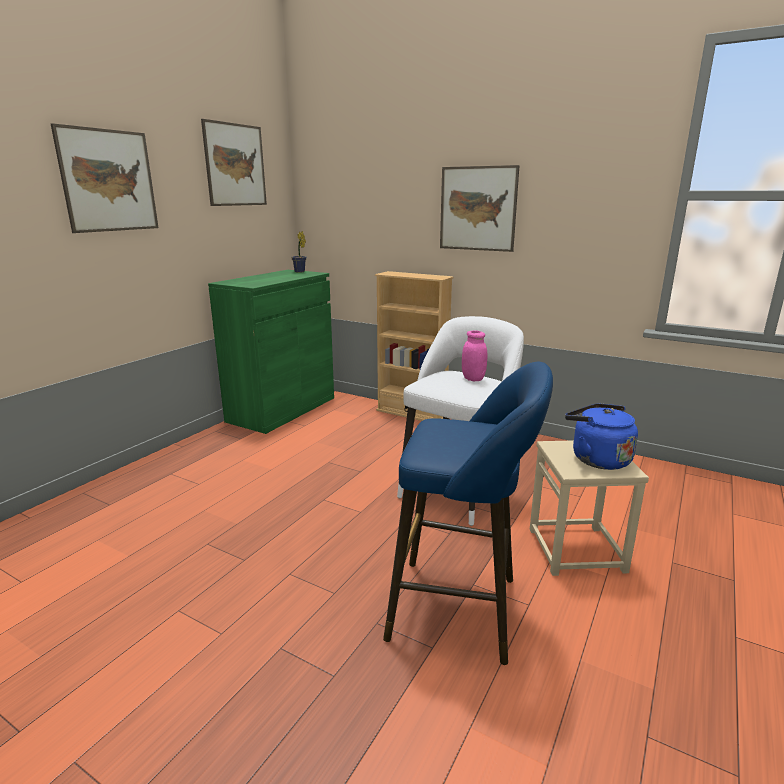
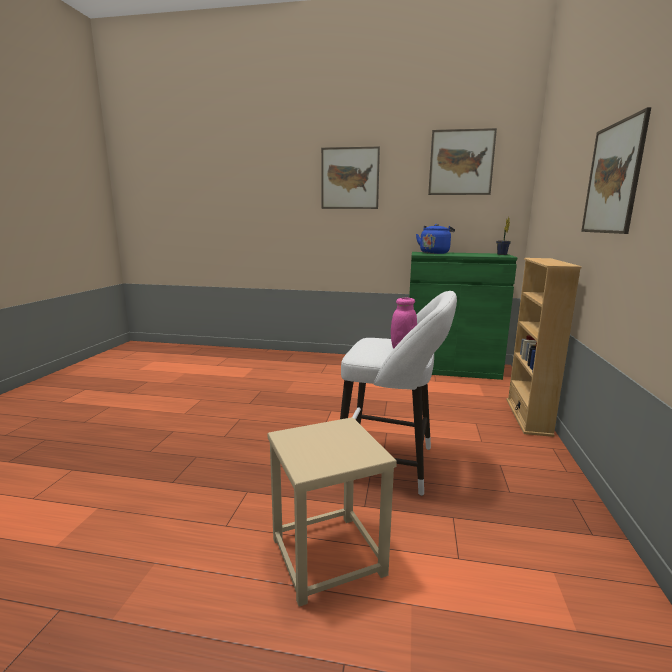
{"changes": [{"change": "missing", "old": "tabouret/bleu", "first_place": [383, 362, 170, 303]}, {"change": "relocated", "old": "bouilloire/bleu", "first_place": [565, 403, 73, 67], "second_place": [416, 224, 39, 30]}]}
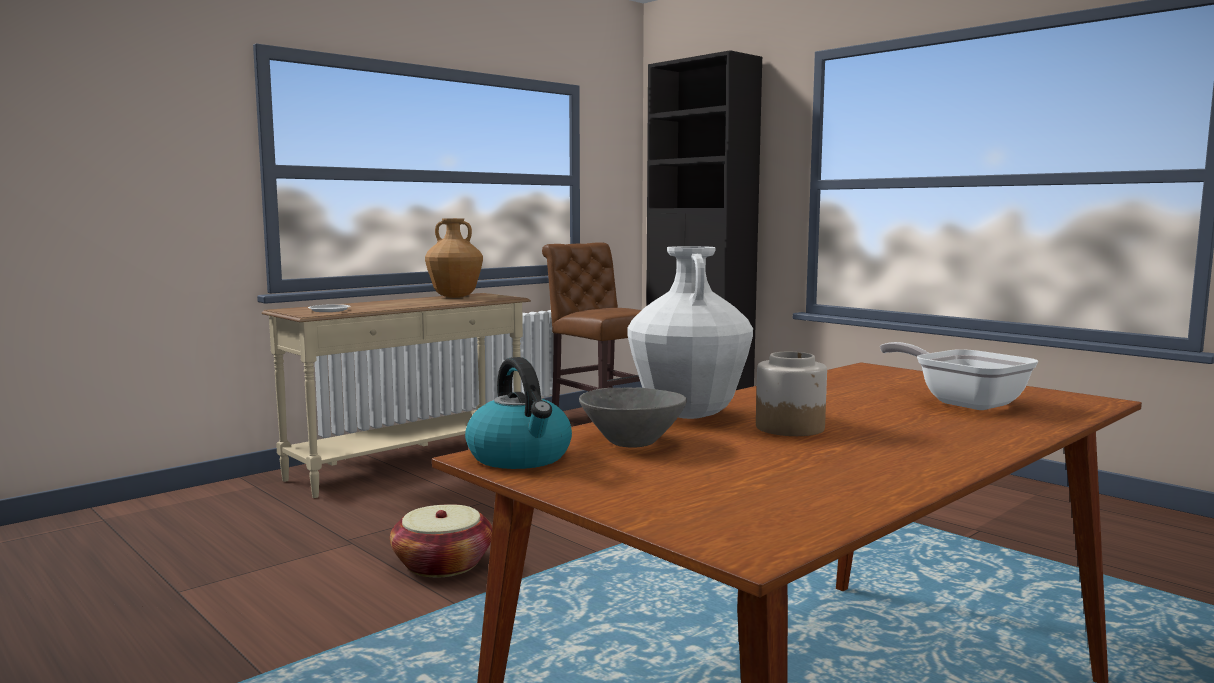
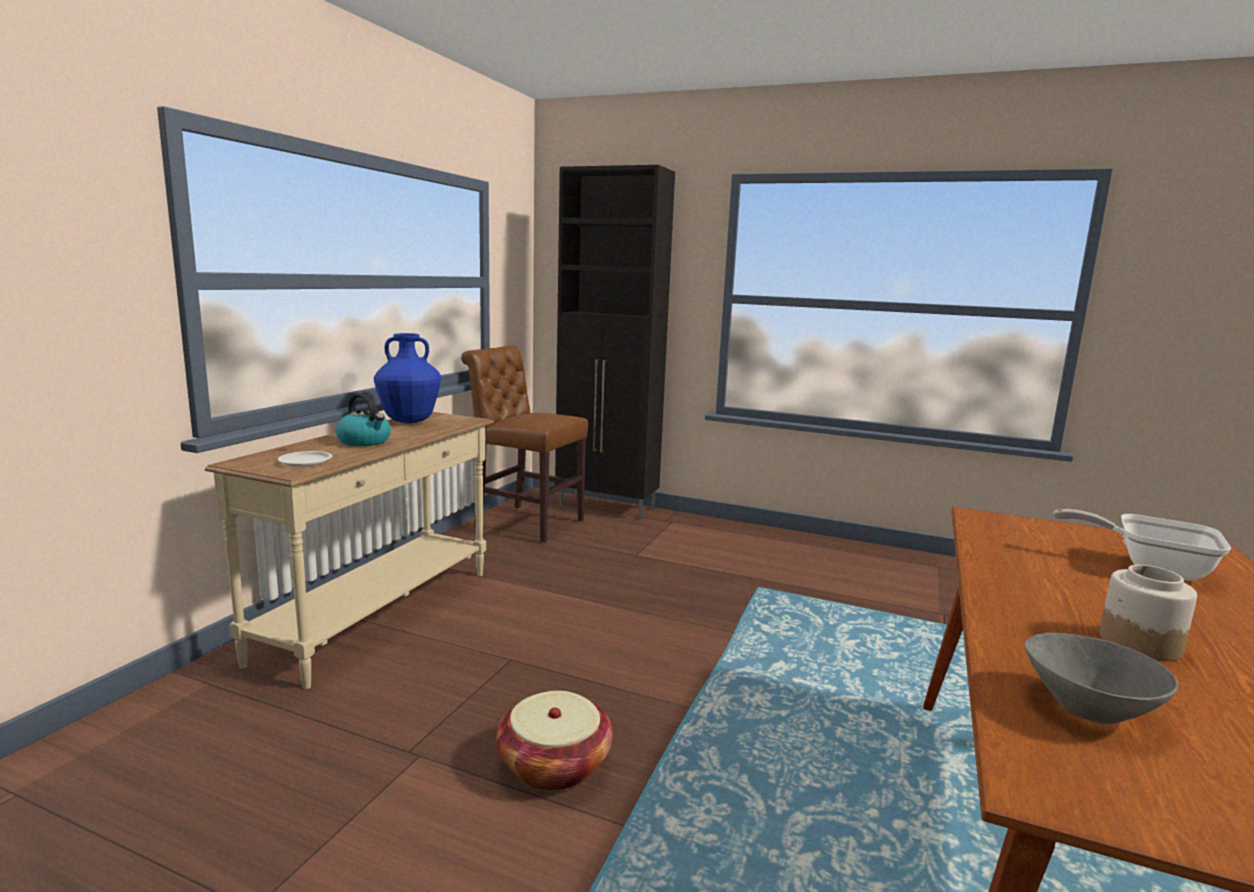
{"changes": [{"change": "colour", "old": "vase/marron", "new": "vase/bleu", "first_place": [425, 218, 58, 80], "second_place": [374, 333, 67, 90]}, {"change": "missing", "old": "vase/blanc", "first_place": [627, 246, 126, 173]}, {"change": "relocated", "old": "bouilloire", "first_place": [465, 357, 107, 112], "second_place": [336, 393, 55, 53]}]}
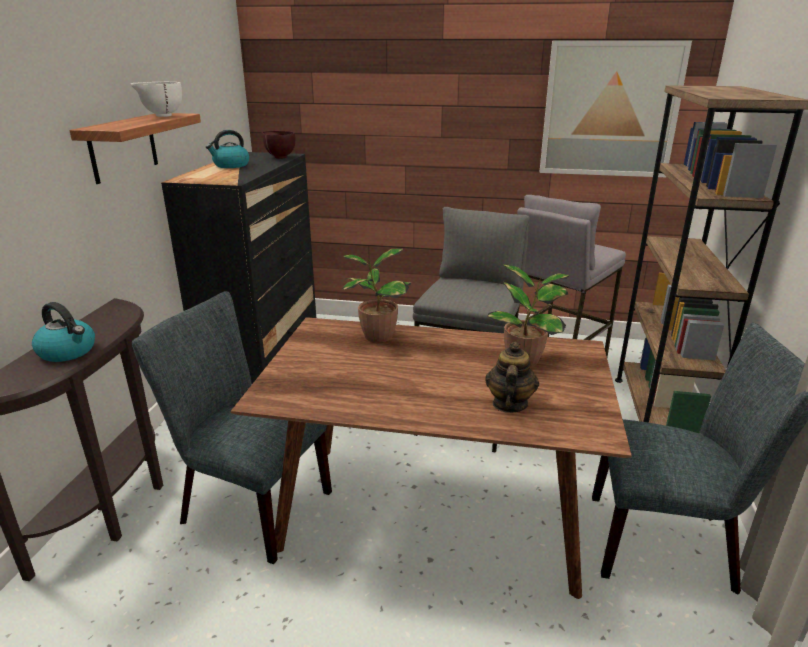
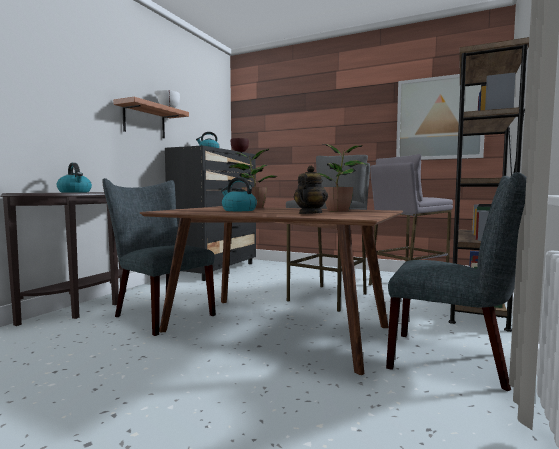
{"changes": [{"change": "appeared", "new": "bouilloire", "second_place": [221, 177, 36, 34]}]}
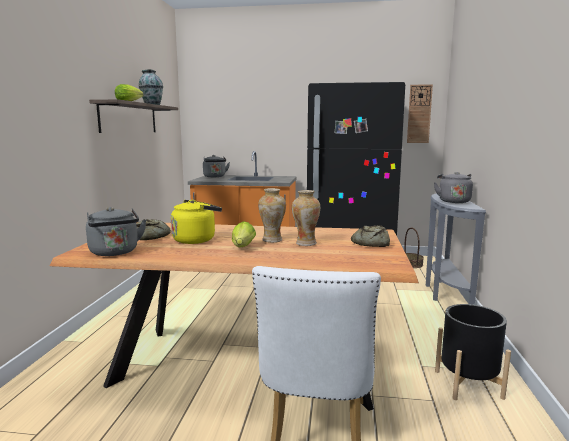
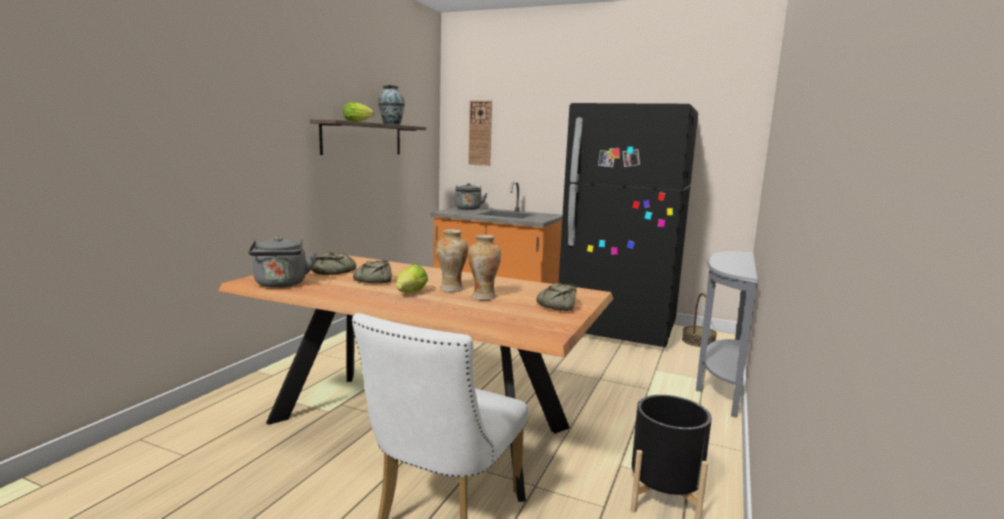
{"changes": [{"change": "relocated", "old": "horloge murale", "first_place": [407, 84, 26, 59], "second_place": [468, 100, 24, 66]}, {"change": "missing", "old": "bouilloire/gris", "first_place": [434, 172, 39, 31]}, {"change": "exchanged", "old": "bouilloire/jaune", "new": "pain", "first_place": [171, 200, 51, 44], "second_place": [353, 260, 39, 23]}]}
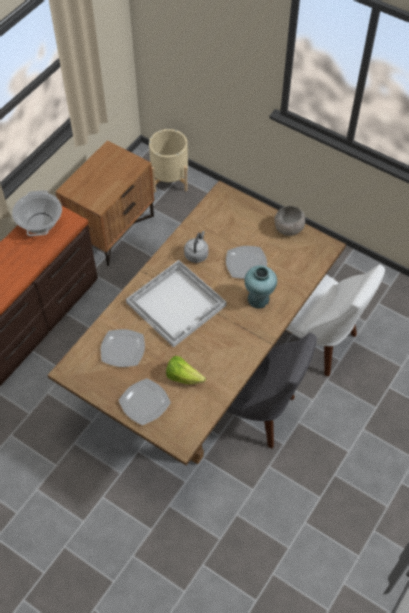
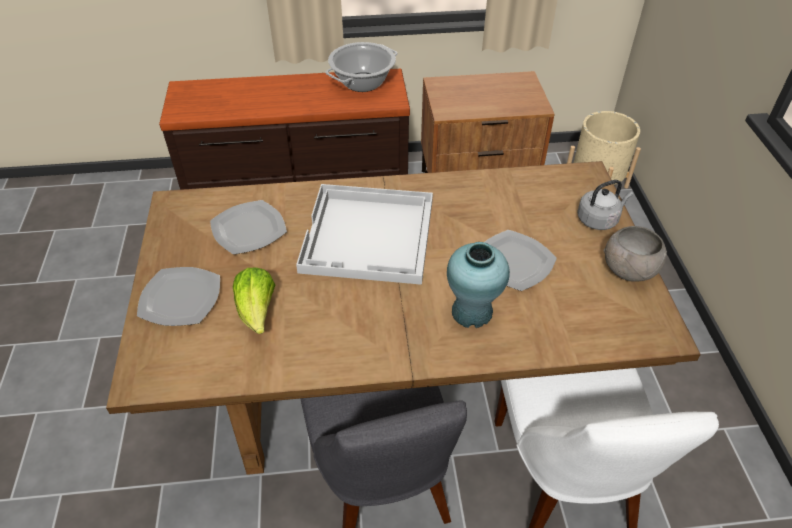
{"changes": [{"change": "relocated", "old": "bouilloire/gris", "first_place": [184, 231, 25, 32], "second_place": [577, 180, 56, 50]}]}
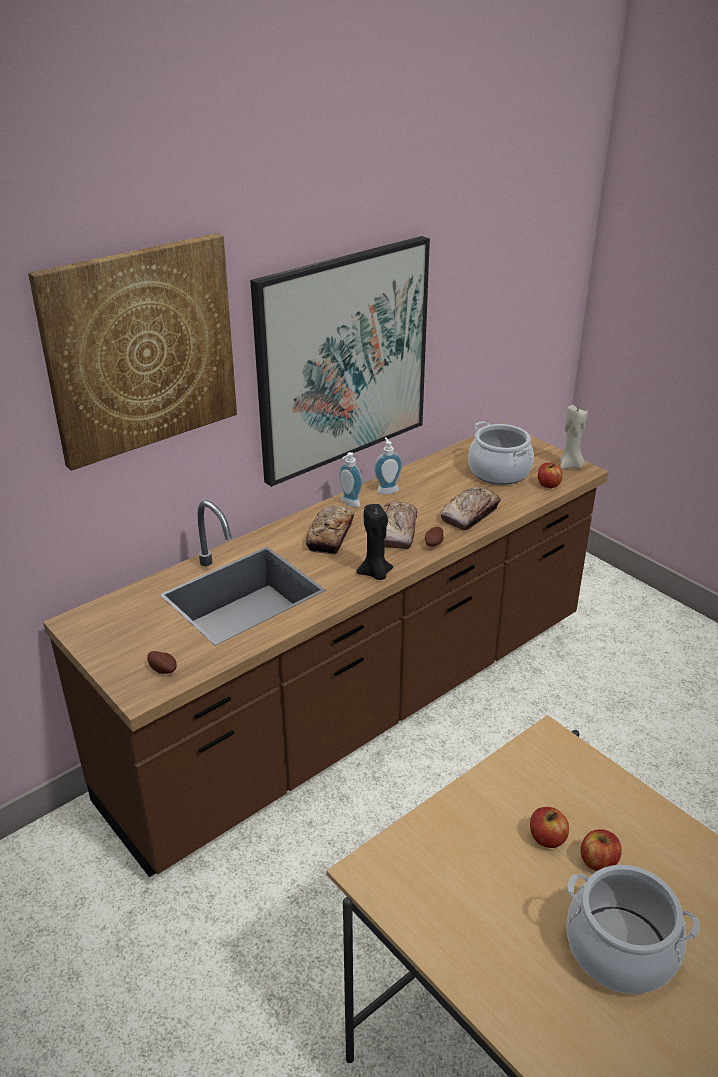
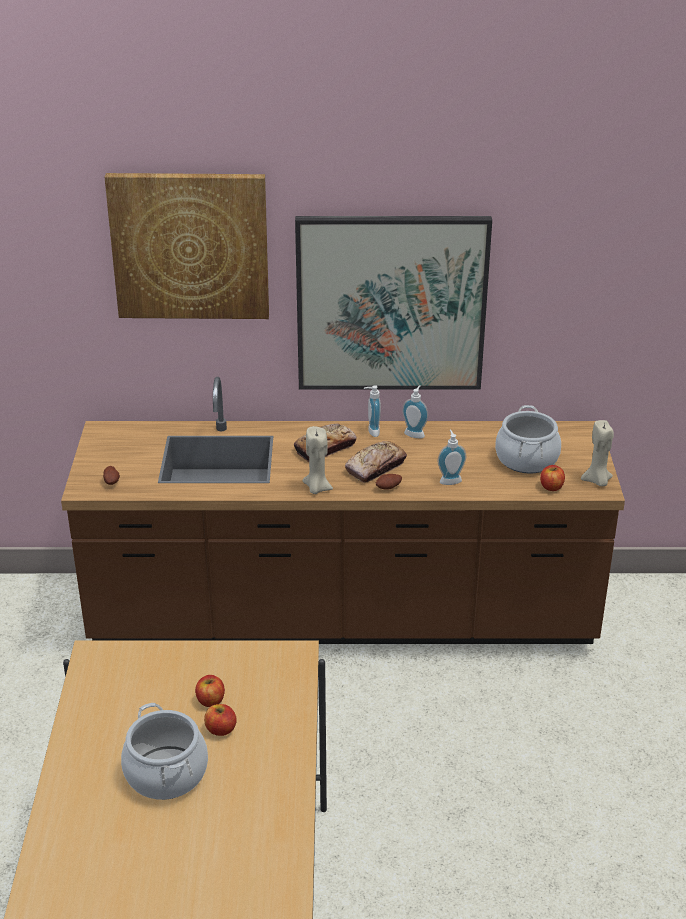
{"changes": [{"change": "exchanged", "old": "pain", "new": "distributeur de savon", "first_place": [440, 486, 61, 44], "second_place": [438, 430, 28, 55]}, {"change": "colour", "old": "bougie/noir", "new": "bougie/beige", "first_place": [356, 504, 37, 76], "second_place": [302, 426, 31, 68]}]}
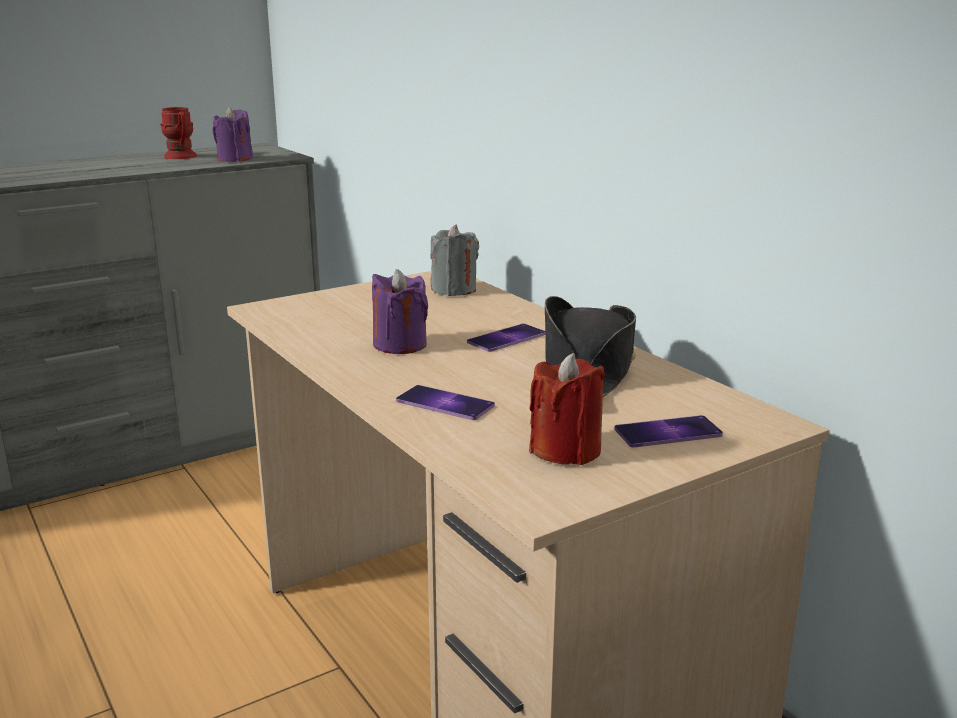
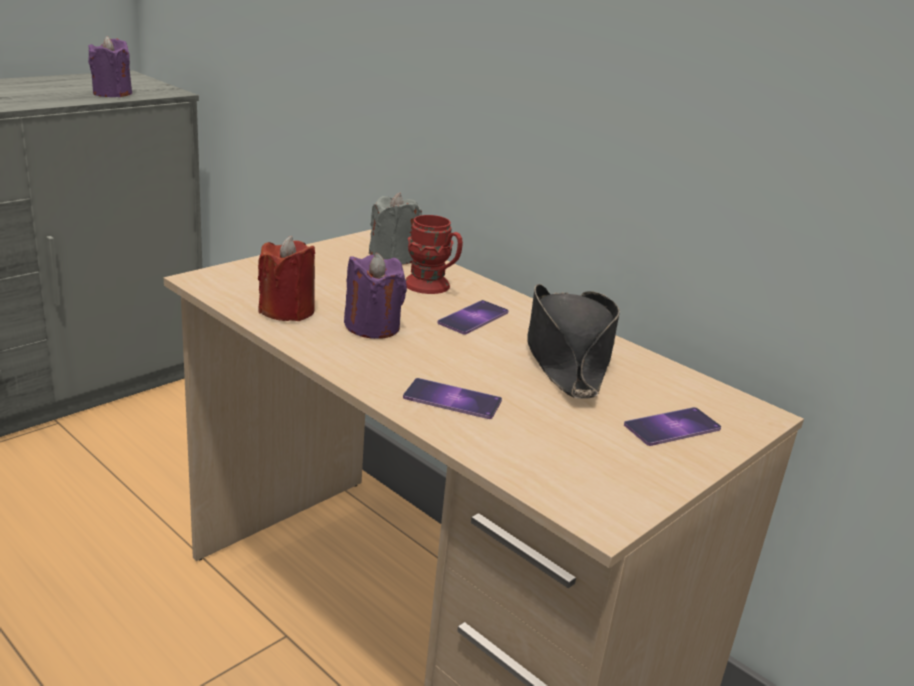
{"changes": [{"change": "relocated", "old": "mug/rouge", "first_place": [160, 107, 37, 52], "second_place": [405, 215, 58, 79]}, {"change": "relocated", "old": "bougie/rouge", "first_place": [529, 353, 76, 112], "second_place": [258, 236, 57, 85]}]}
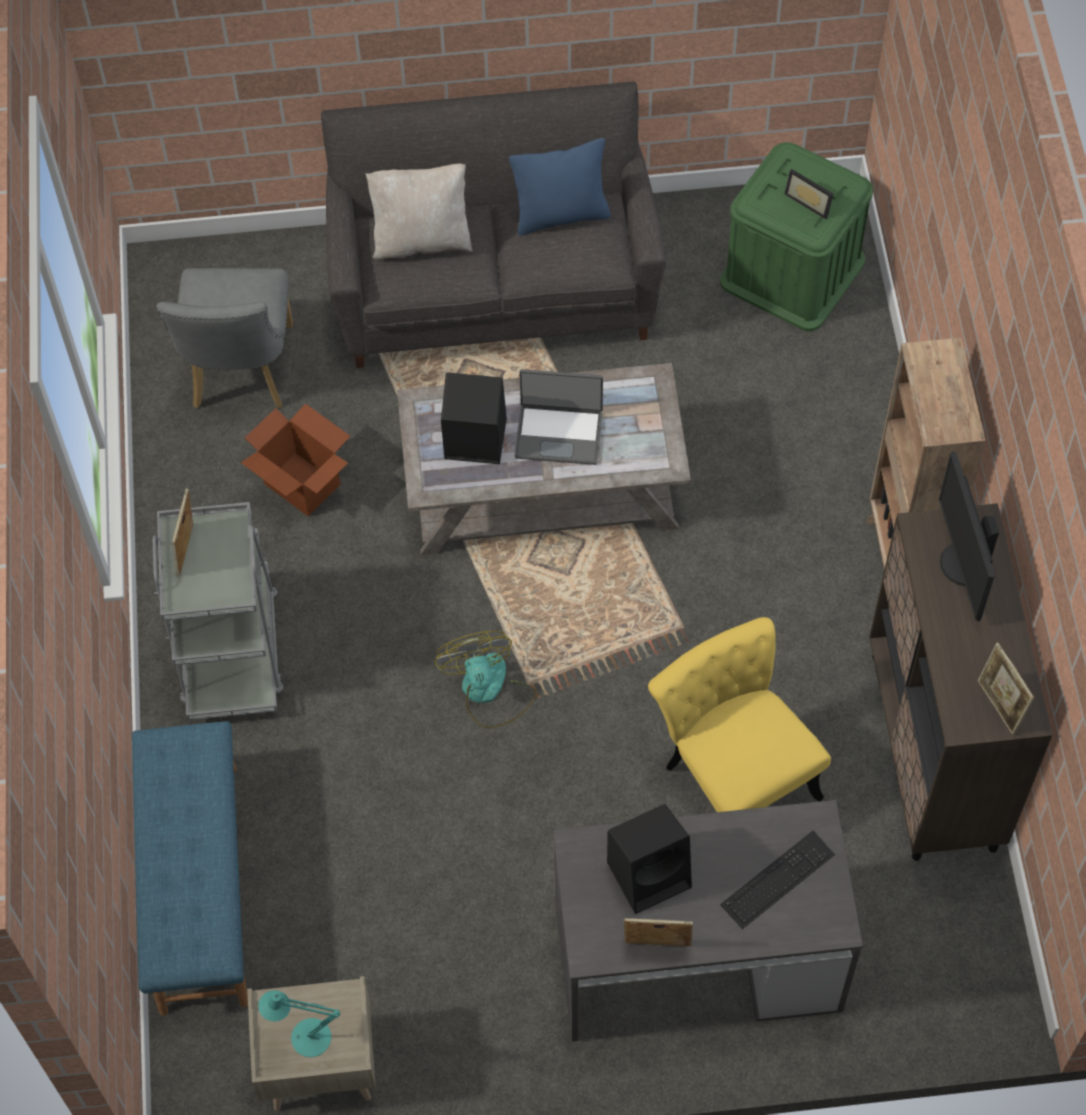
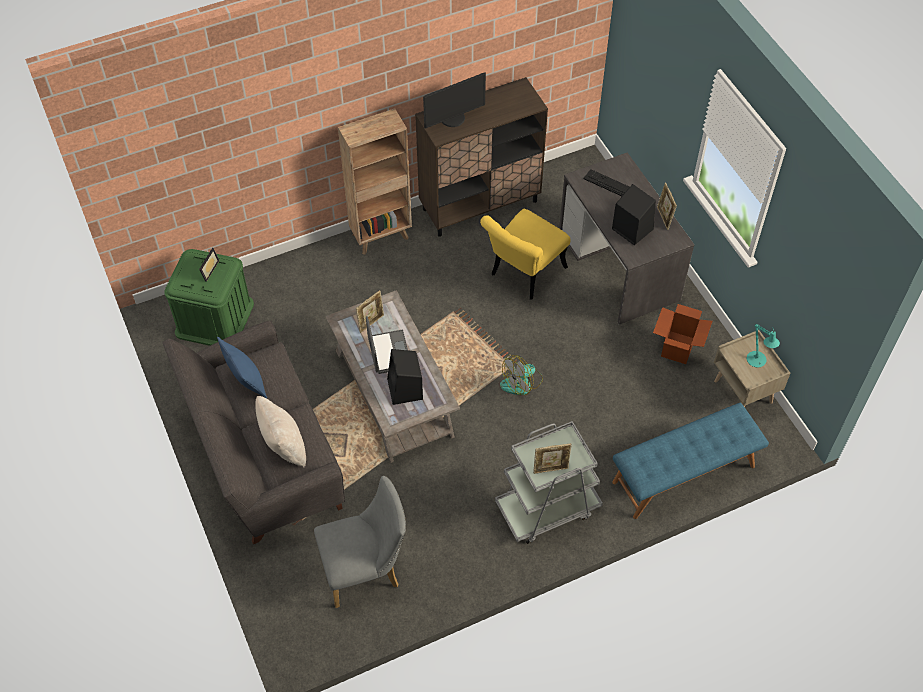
{"changes": [{"change": "relocated", "old": "carton", "first_place": [241, 404, 109, 112], "second_place": [653, 304, 60, 60]}, {"change": "relocated", "old": "cadre photo", "first_place": [978, 643, 56, 92], "second_place": [356, 290, 28, 43]}]}
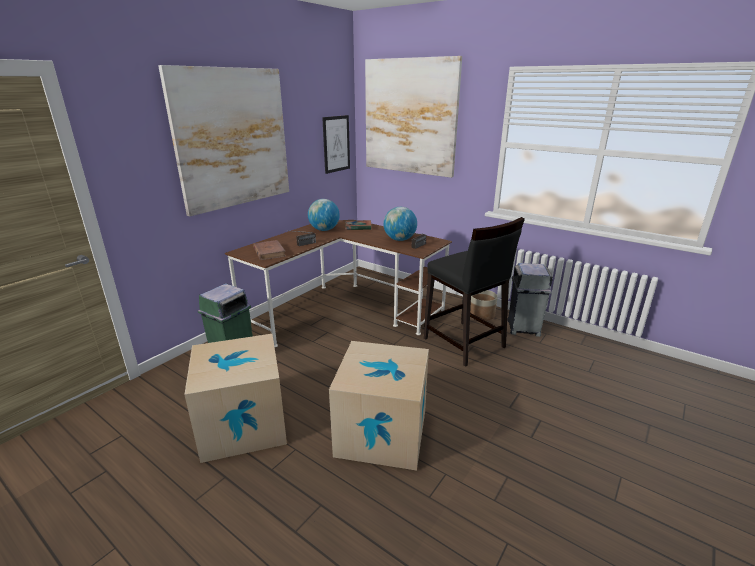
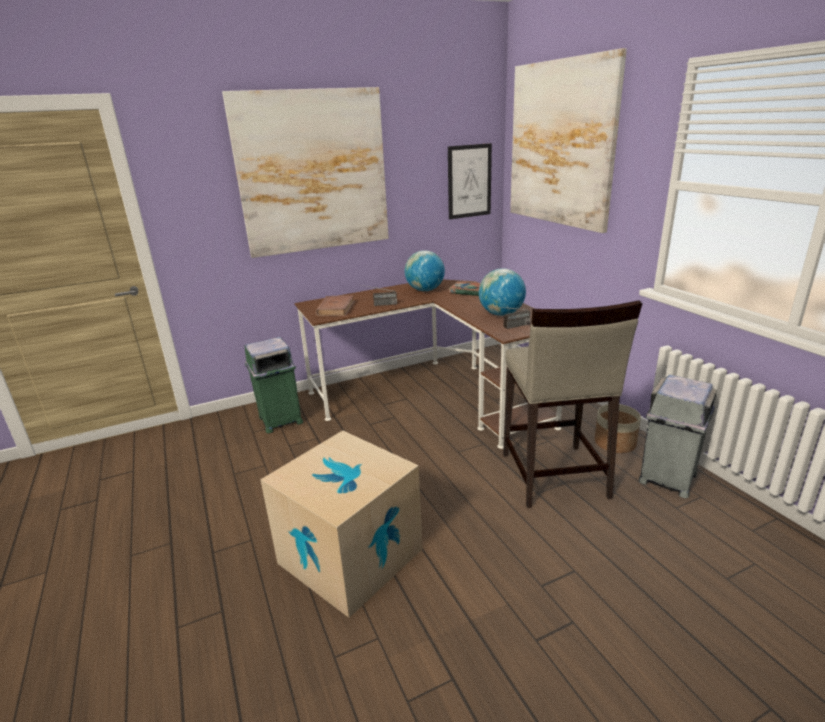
{"changes": [{"change": "colour", "old": "tabouret/noir", "new": "tabouret/beige", "first_place": [424, 217, 101, 150], "second_place": [503, 300, 139, 208]}, {"change": "missing", "old": "carton", "first_place": [184, 334, 103, 129]}]}
